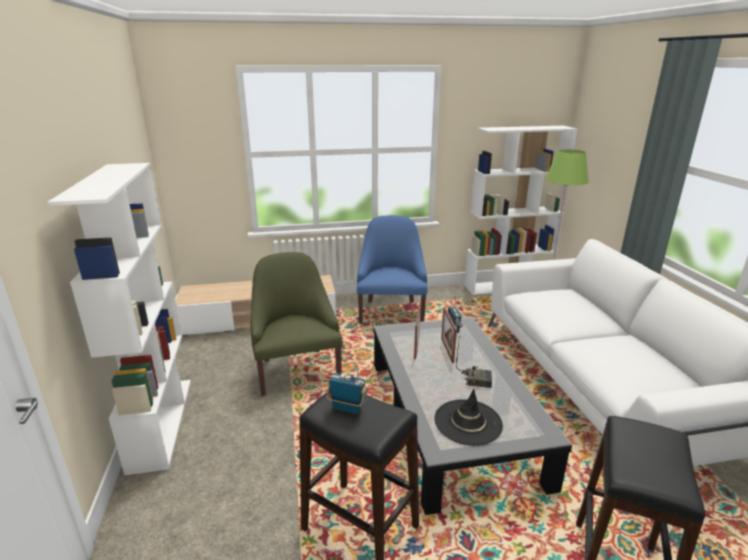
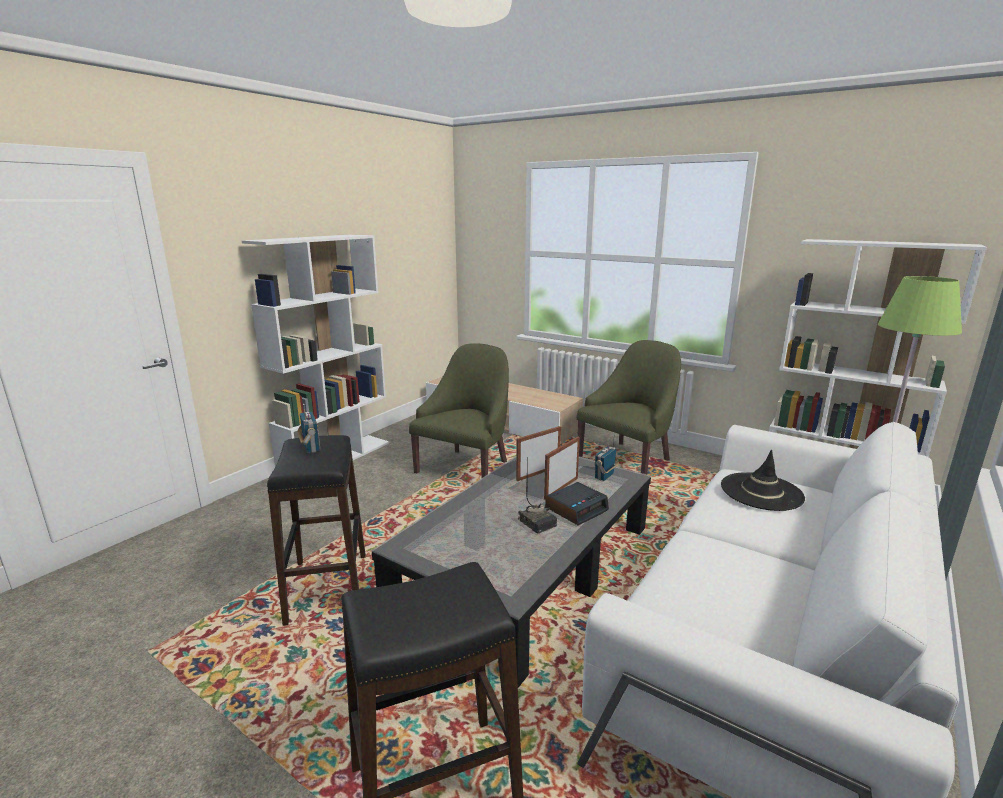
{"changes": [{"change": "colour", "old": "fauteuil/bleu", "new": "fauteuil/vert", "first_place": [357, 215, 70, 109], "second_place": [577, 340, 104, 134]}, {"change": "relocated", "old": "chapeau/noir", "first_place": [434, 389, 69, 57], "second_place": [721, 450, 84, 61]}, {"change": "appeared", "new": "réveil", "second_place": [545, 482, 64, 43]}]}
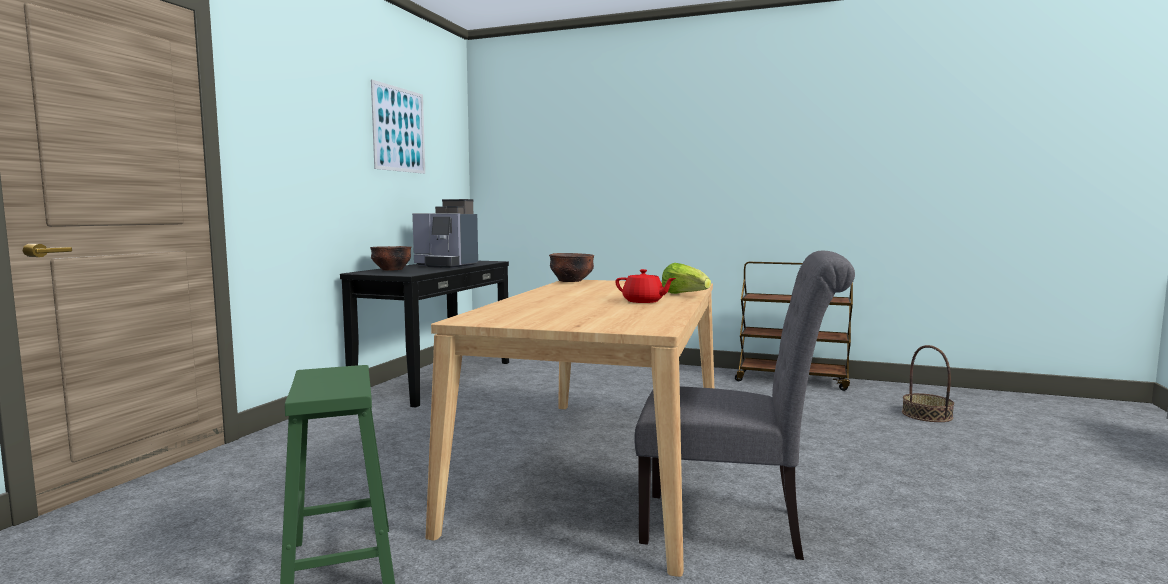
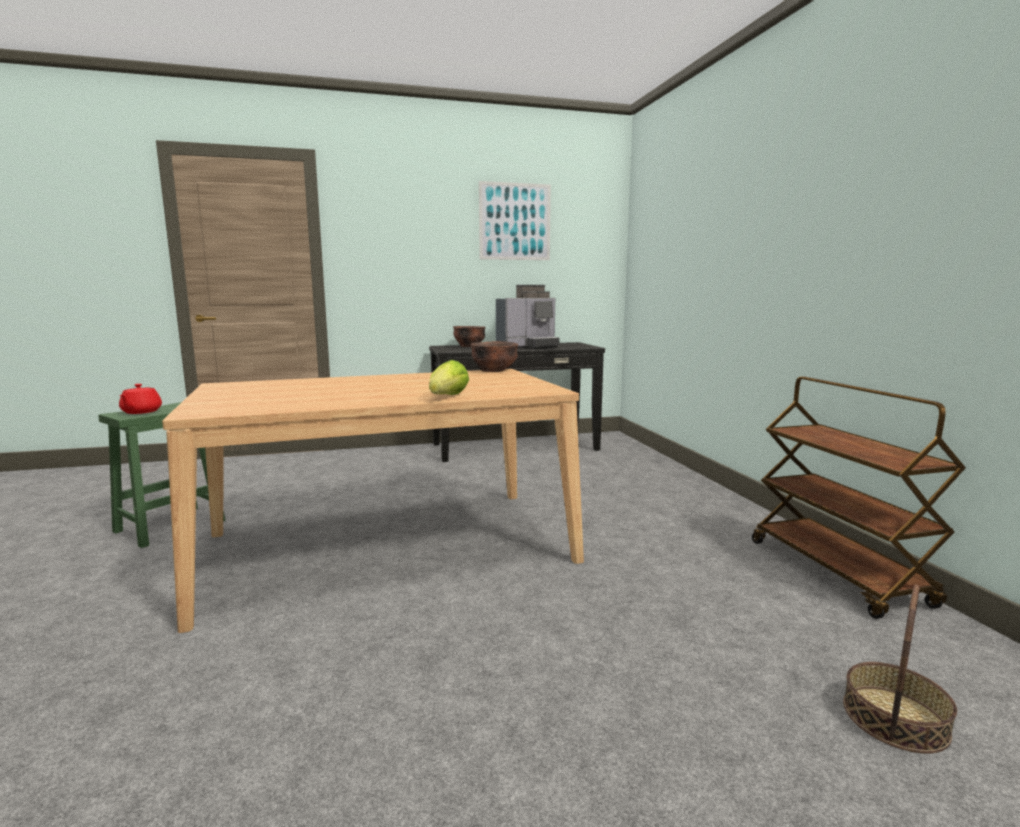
{"changes": [{"change": "spun", "old": "machine à café", "first_place": [412, 199, 66, 69], "second_place": [496, 285, 64, 64], "degrees": -105}, {"change": "missing", "old": "chaise/gris", "first_place": [634, 251, 221, 309]}, {"change": "relocated", "old": "théière/rouge", "first_place": [615, 269, 61, 34], "second_place": [119, 384, 43, 30]}]}
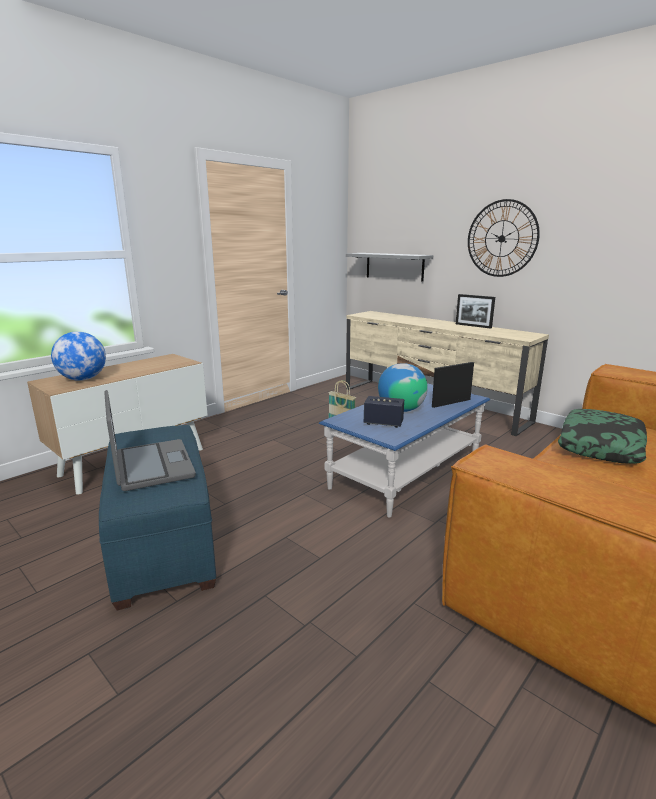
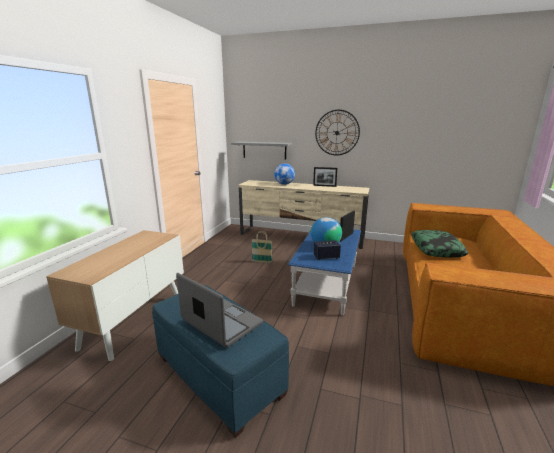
{"changes": [{"change": "relocated", "old": "globe", "first_place": [51, 331, 55, 50], "second_place": [274, 163, 21, 22]}]}
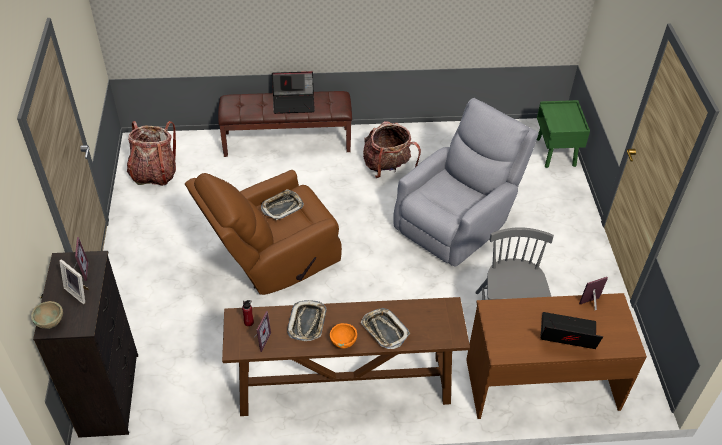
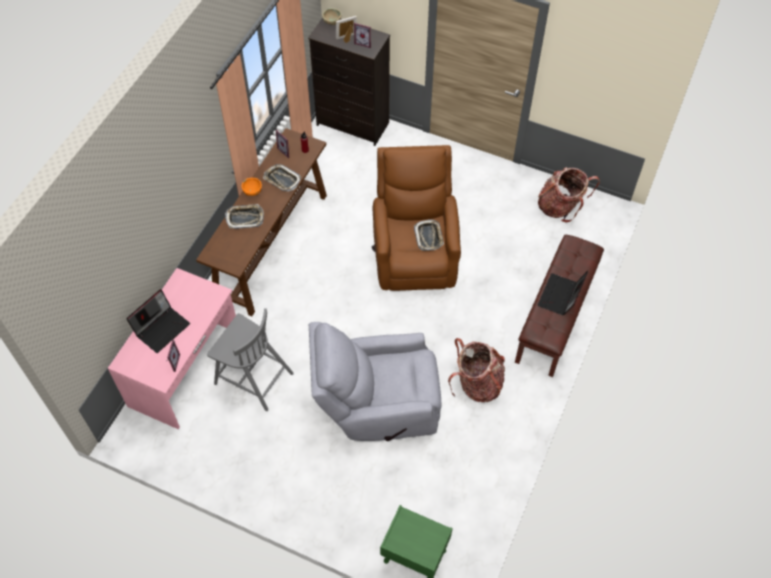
{"changes": [{"change": "spun", "old": "fauteuil/gris", "first_place": [393, 98, 145, 169], "second_place": [309, 322, 133, 119], "degrees": 105}, {"change": "colour", "old": "bureau/marron", "new": "bureau/rose", "first_place": [466, 293, 181, 126], "second_place": [108, 268, 128, 161]}]}
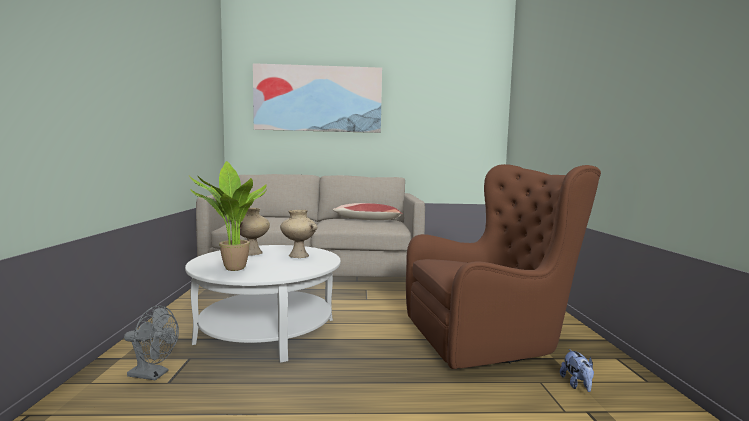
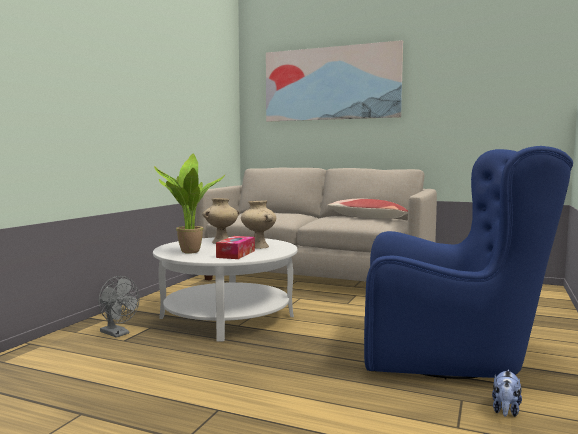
{"changes": [{"change": "colour", "old": "fauteuil/marron", "new": "fauteuil/bleu", "first_place": [406, 164, 195, 205], "second_place": [364, 146, 209, 234]}, {"change": "appeared", "new": "boîte à mouchoirs", "second_place": [216, 236, 39, 23]}]}
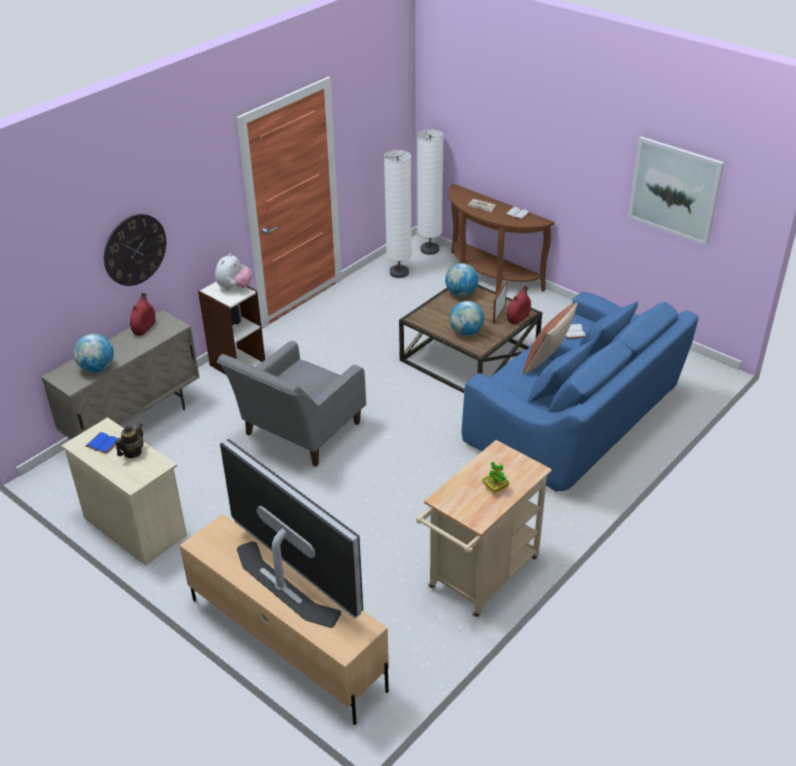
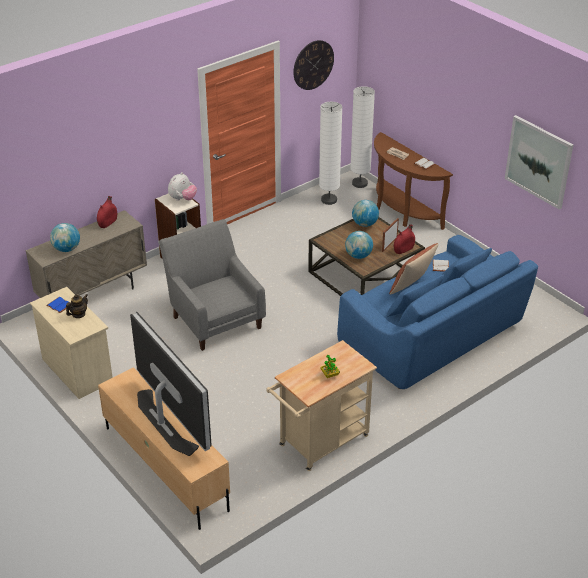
{"changes": [{"change": "relocated", "old": "horloge murale", "first_place": [104, 214, 62, 72], "second_place": [293, 40, 41, 50]}, {"change": "spun", "old": "fauteuil/gris", "first_place": [217, 341, 149, 126], "second_place": [158, 219, 108, 132], "degrees": 105}]}
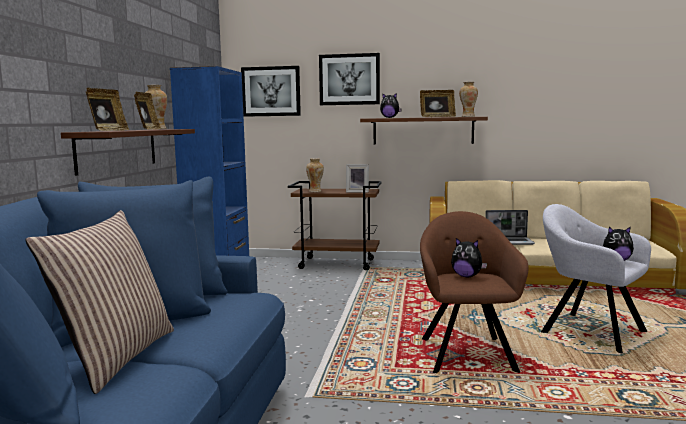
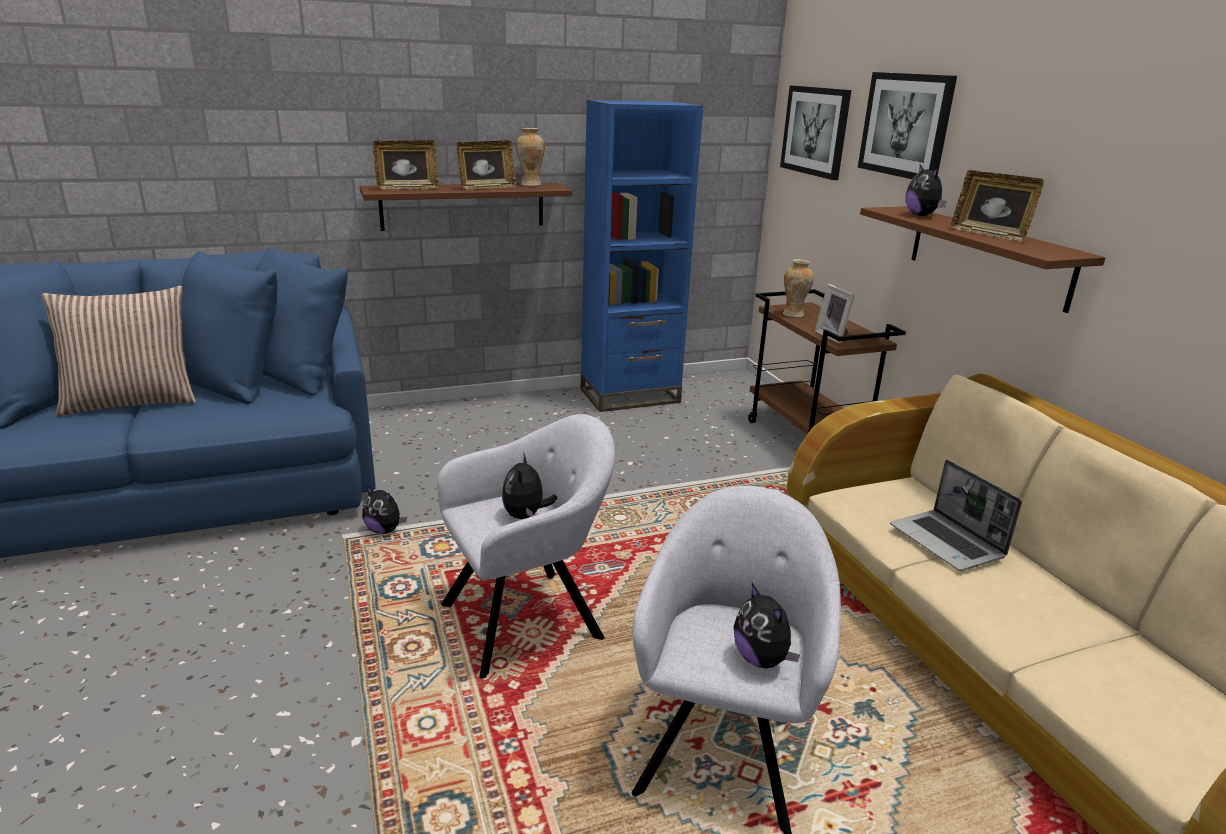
{"changes": [{"change": "missing", "old": "vase", "first_place": [459, 82, 19, 35]}, {"change": "colour", "old": "fauteuil/marron", "new": "fauteuil/gris", "first_place": [420, 211, 108, 162], "second_place": [437, 414, 178, 265]}, {"change": "appeared", "new": "peluche", "second_place": [362, 485, 45, 49]}]}
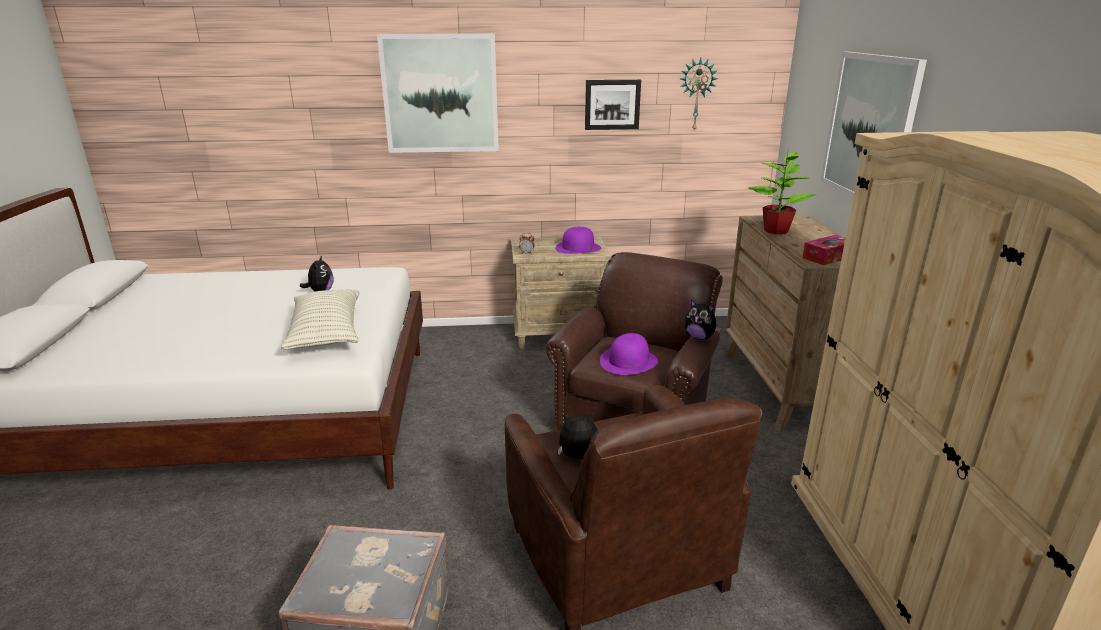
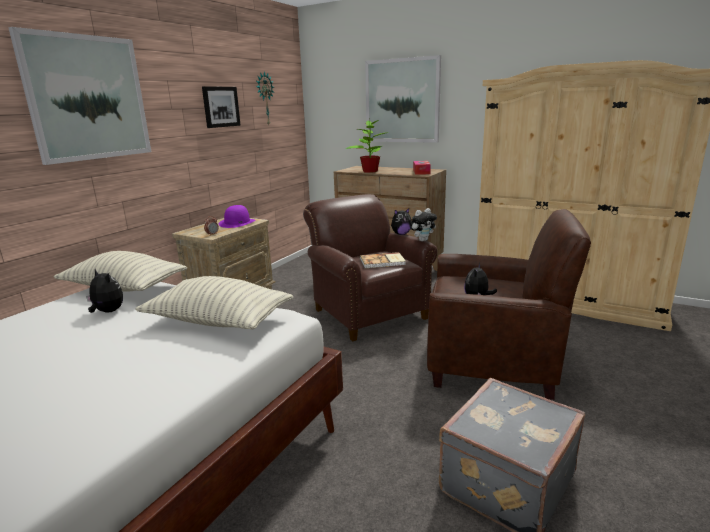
{"changes": [{"change": "exchanged", "old": "chapeau/violet", "new": "livre", "first_place": [600, 333, 58, 42], "second_place": [360, 252, 46, 16]}, {"change": "appeared", "new": "peluche", "second_place": [410, 208, 27, 33]}, {"change": "appeared", "new": "coussin", "second_place": [53, 251, 134, 41]}]}
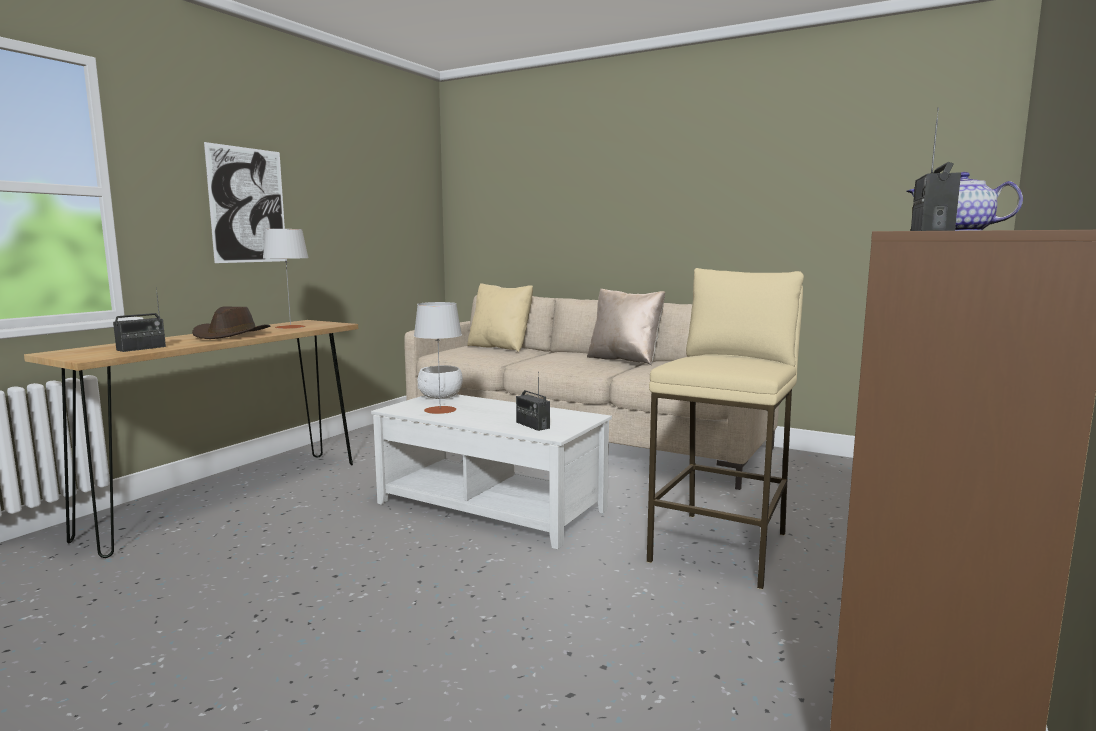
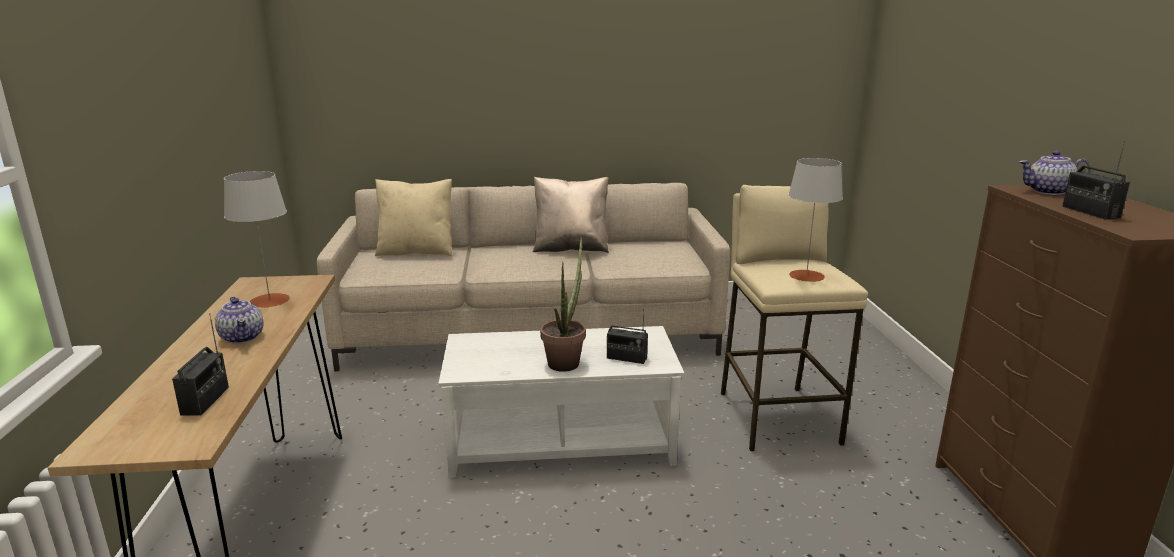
{"changes": [{"change": "missing", "old": "tableau", "first_place": [204, 142, 81, 121]}, {"change": "relocated", "old": "lampe de table/gris", "first_place": [414, 302, 48, 112], "second_place": [788, 158, 55, 124]}, {"change": "exchanged", "old": "chapeau/marron", "new": "théière", "first_place": [192, 306, 78, 33], "second_place": [215, 297, 49, 47]}, {"change": "missing", "old": "bol/blanc", "first_place": [417, 365, 46, 34]}, {"change": "appeared", "new": "plante en pot", "second_place": [540, 237, 46, 135]}]}
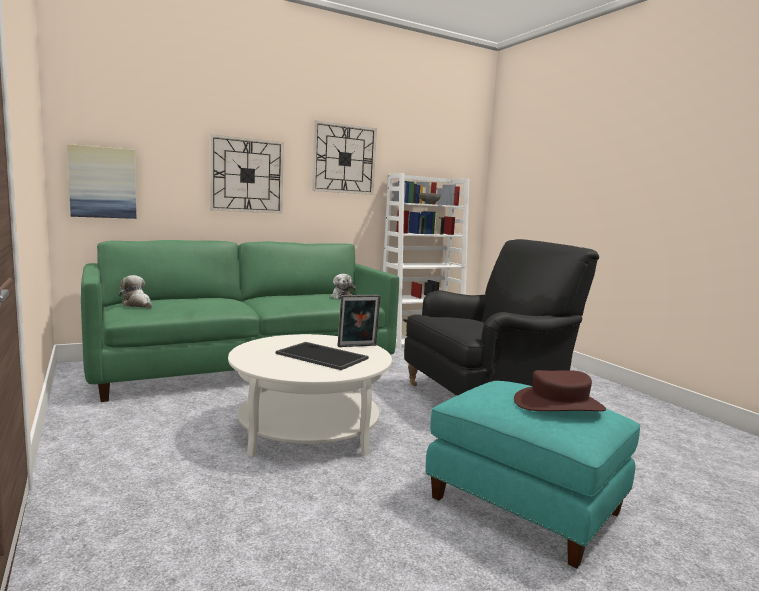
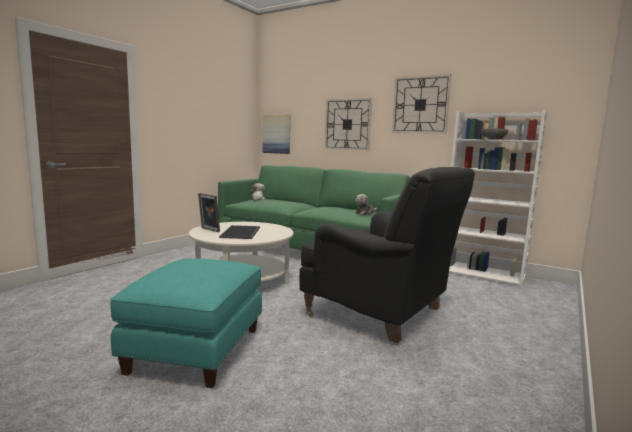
{"changes": [{"change": "relocated", "old": "cadre photo", "first_place": [338, 295, 43, 52], "second_place": [198, 193, 22, 39]}, {"change": "missing", "old": "chapeau/marron", "first_place": [514, 370, 92, 41]}]}
